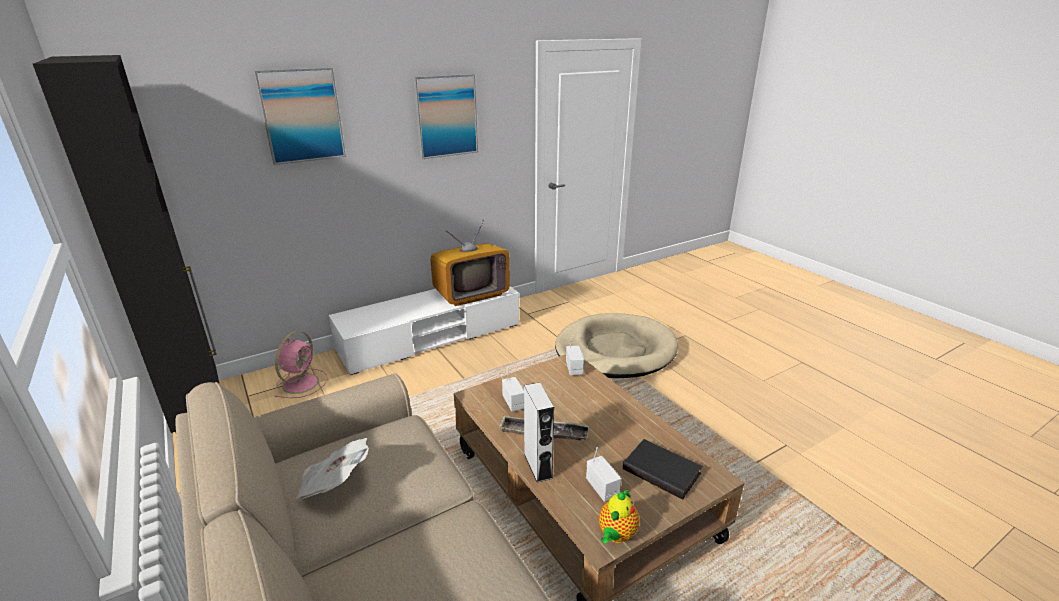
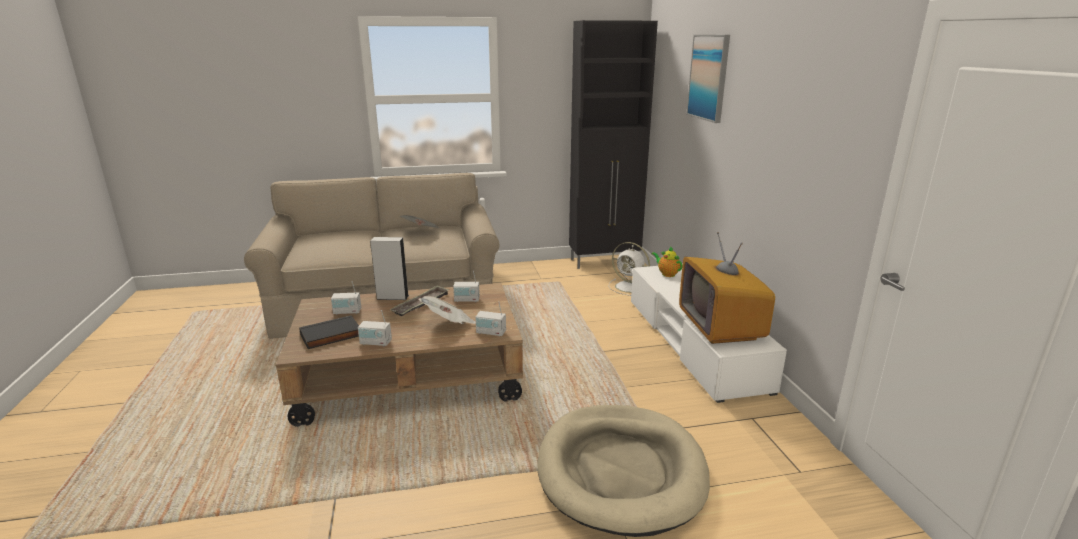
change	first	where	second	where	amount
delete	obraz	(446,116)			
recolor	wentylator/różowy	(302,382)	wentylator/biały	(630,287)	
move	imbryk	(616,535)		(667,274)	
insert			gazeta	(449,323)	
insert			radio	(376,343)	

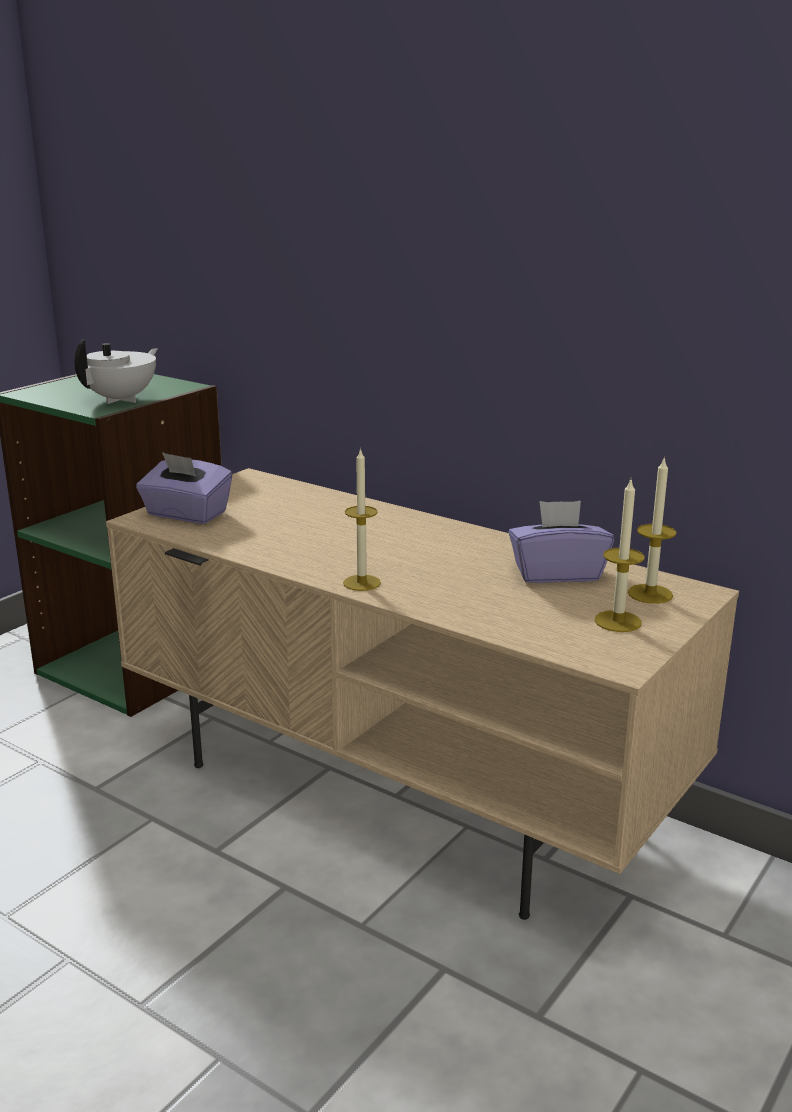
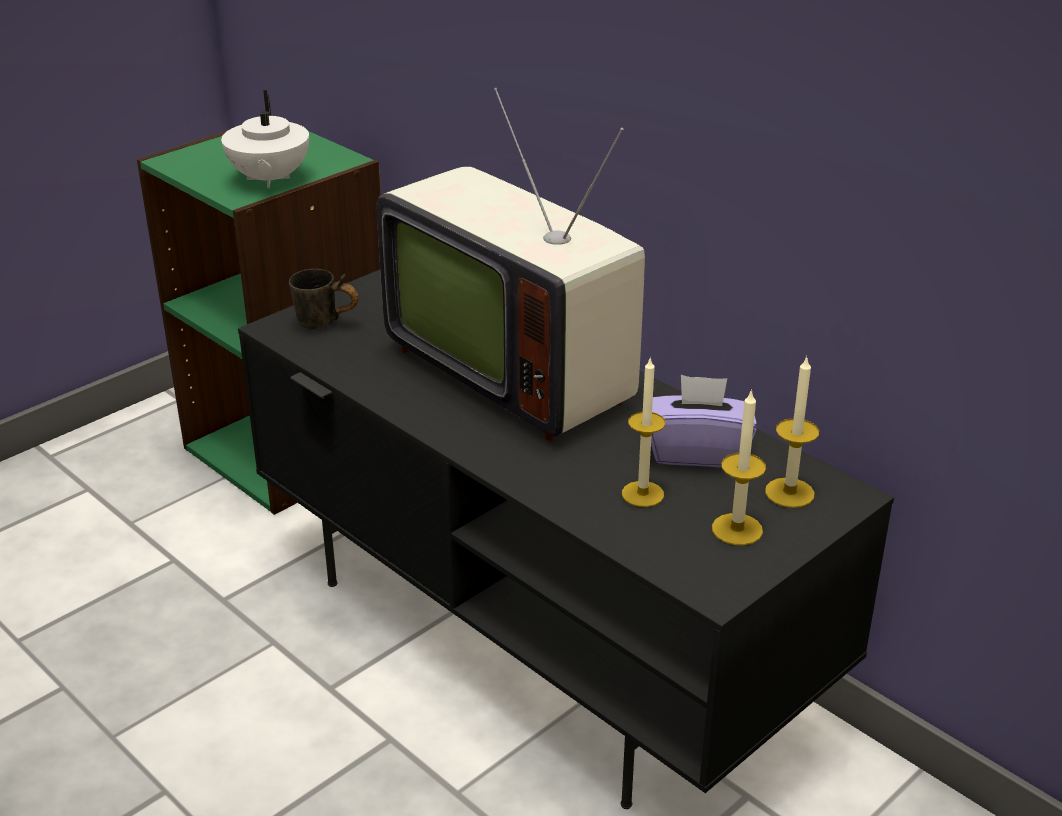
change	first	where	second	where	amount
rotate	imbryk/biały	(121,399)		(268,179)	135 degrees clockwise
move	świeca	(361,583)		(642,494)	
replace	pudełko chusteczek/fioletowy	(186,514)	kubek/szary	(324,325)	
recolor	szafka pod telewizor/beżowy	(402,790)	szafka pod telewizor/czarny	(539,638)	
insert			telewizor	(515,370)	

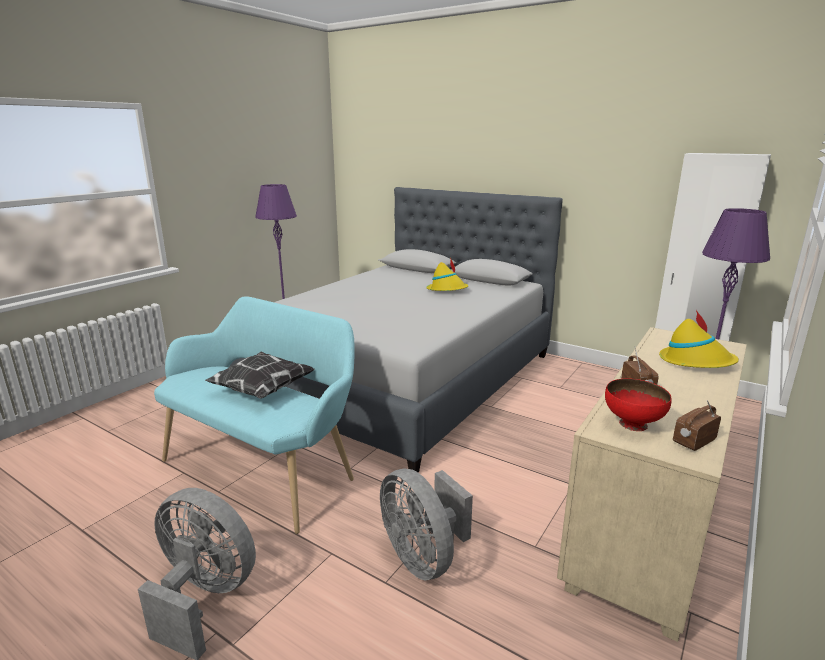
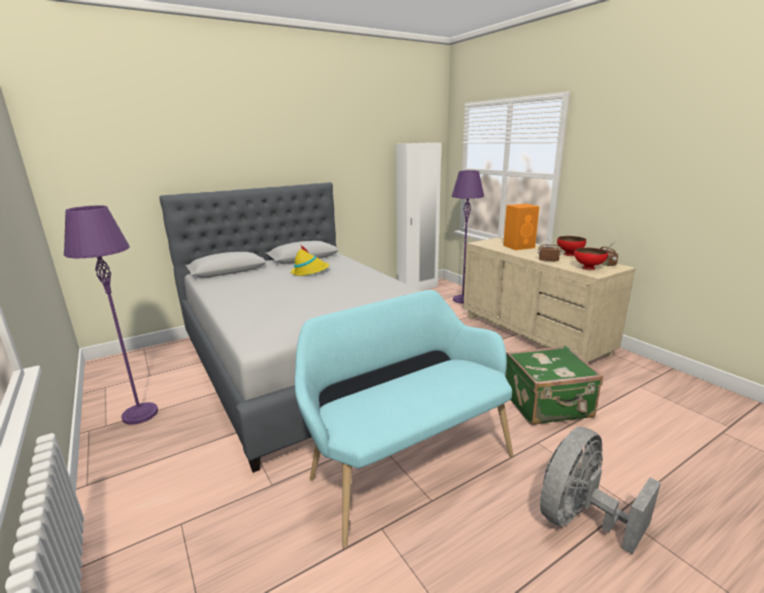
change	first	where	second	where	amount
replace	kapelusz/żółty	(696,362)	głośnik/pomarańczowy	(519,246)	
delete	poduszka	(262,390)			
replace	wentylator/szary	(423,557)	walizka/zielony	(548,405)	
insert			miska/czerwony	(569,254)	

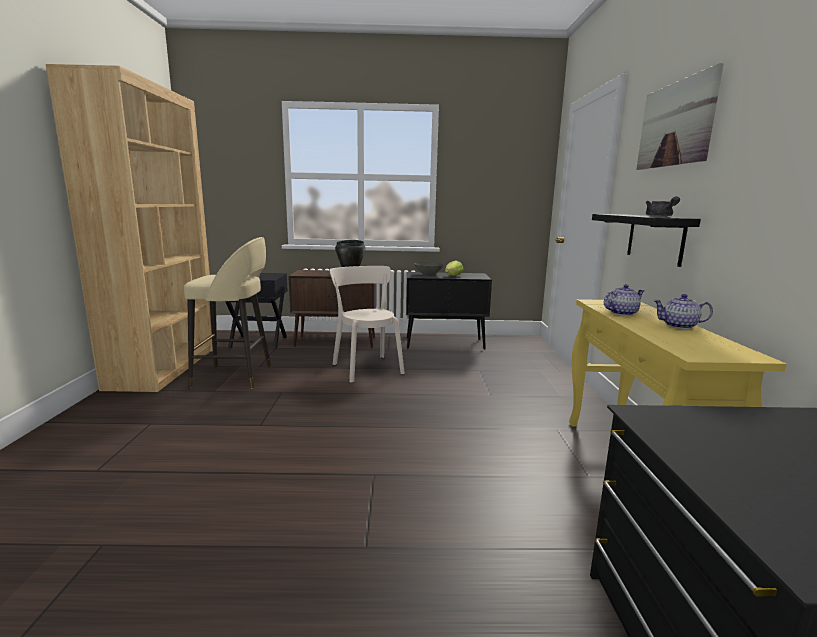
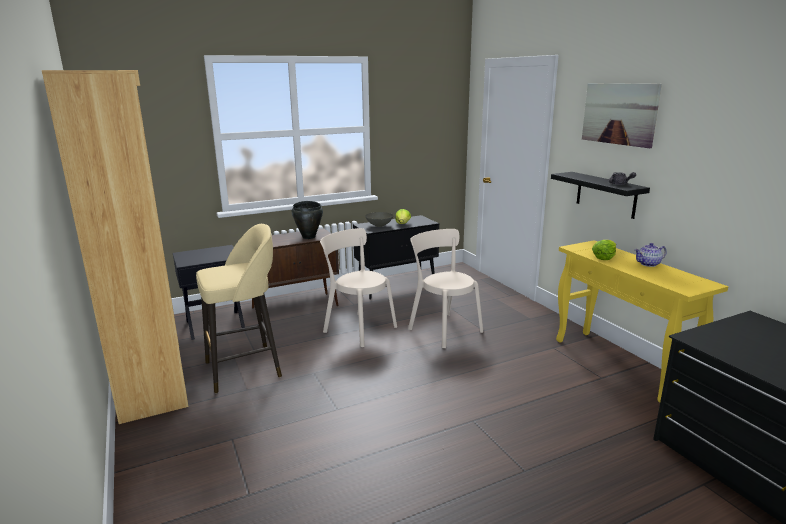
change	first	where	second	where	amount
replace	imbryk	(621,313)	sałata	(604,257)	
insert			krzesło/beżowy	(443,329)	

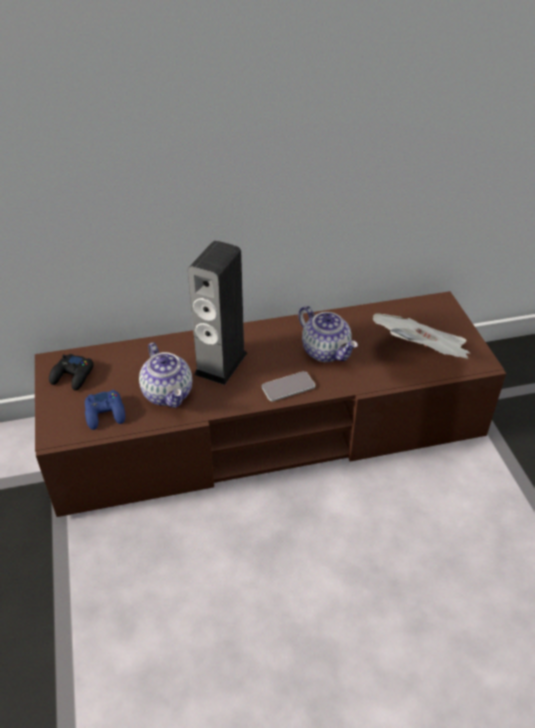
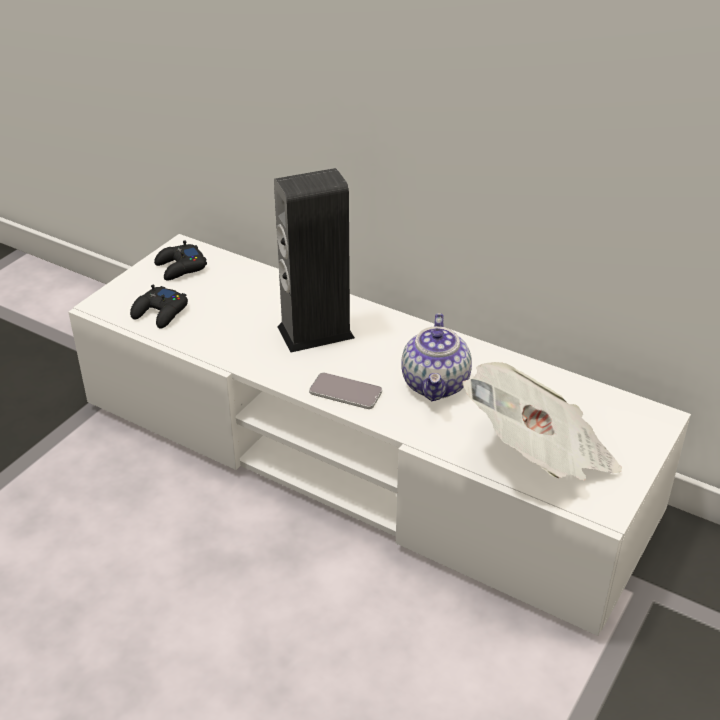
change	first	where	second	where	amount
recolor	szafka pod telewizor/brązowy	(267,430)	szafka pod telewizor/biały	(360,458)	
delete	imbryk	(168,394)			
recolor	pad do gier/niebieski	(105,413)	pad do gier/czarny	(160,313)	

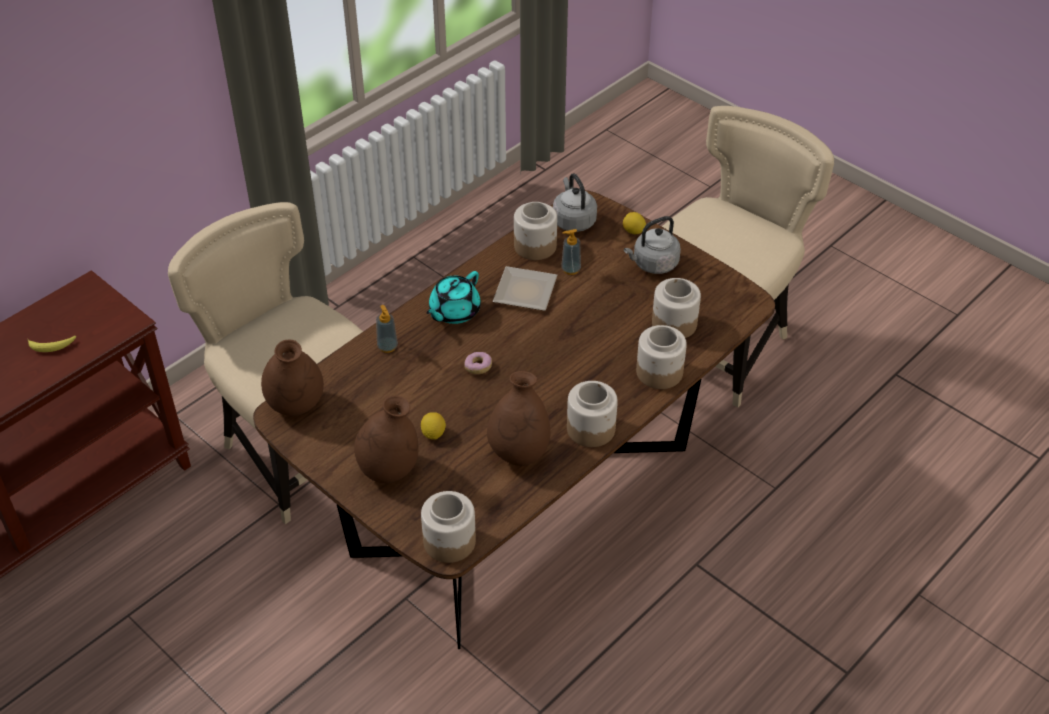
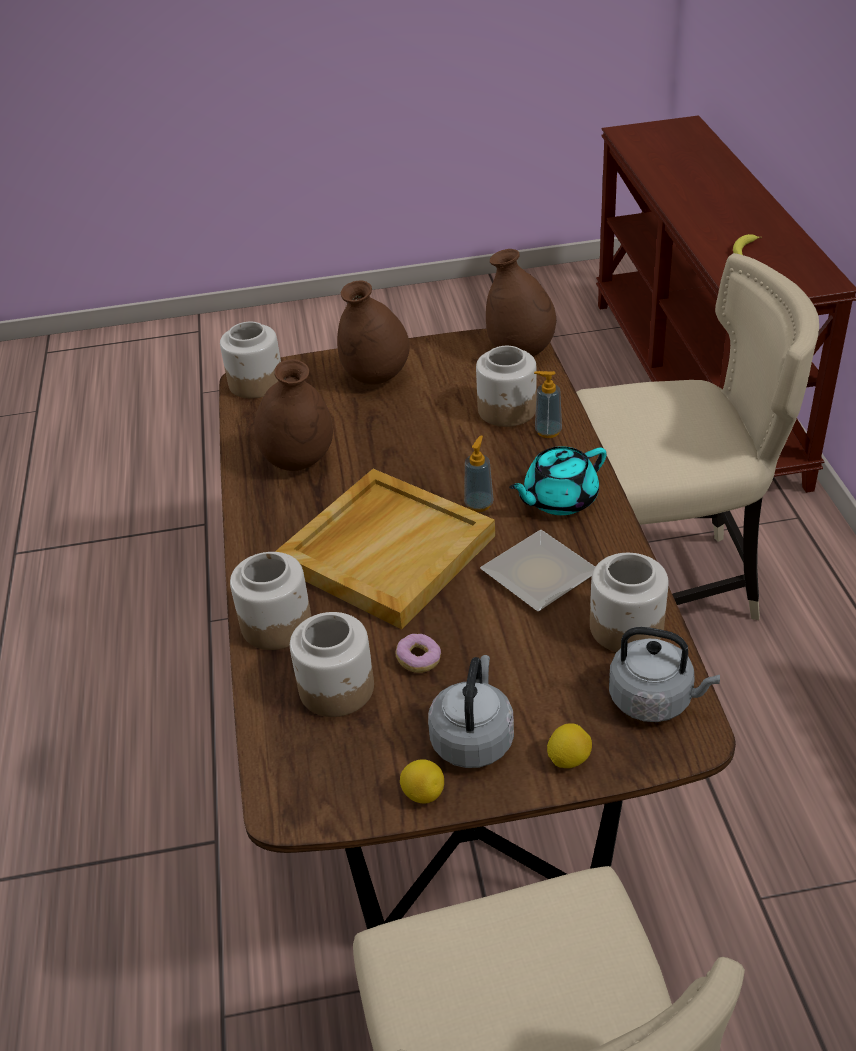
change	first	where	second	where	amount
move	dozownik mydła	(570,269)		(479,504)	
rotate	imbryk/turkusowy	(454,312)		(559,499)	105 degrees counterclockwise
move	donut	(478,367)		(419,660)	
move	słoik	(591,428)		(507,410)	
move	cytryna	(433,434)		(423,794)	
insert			taca/beżowy	(387,550)	

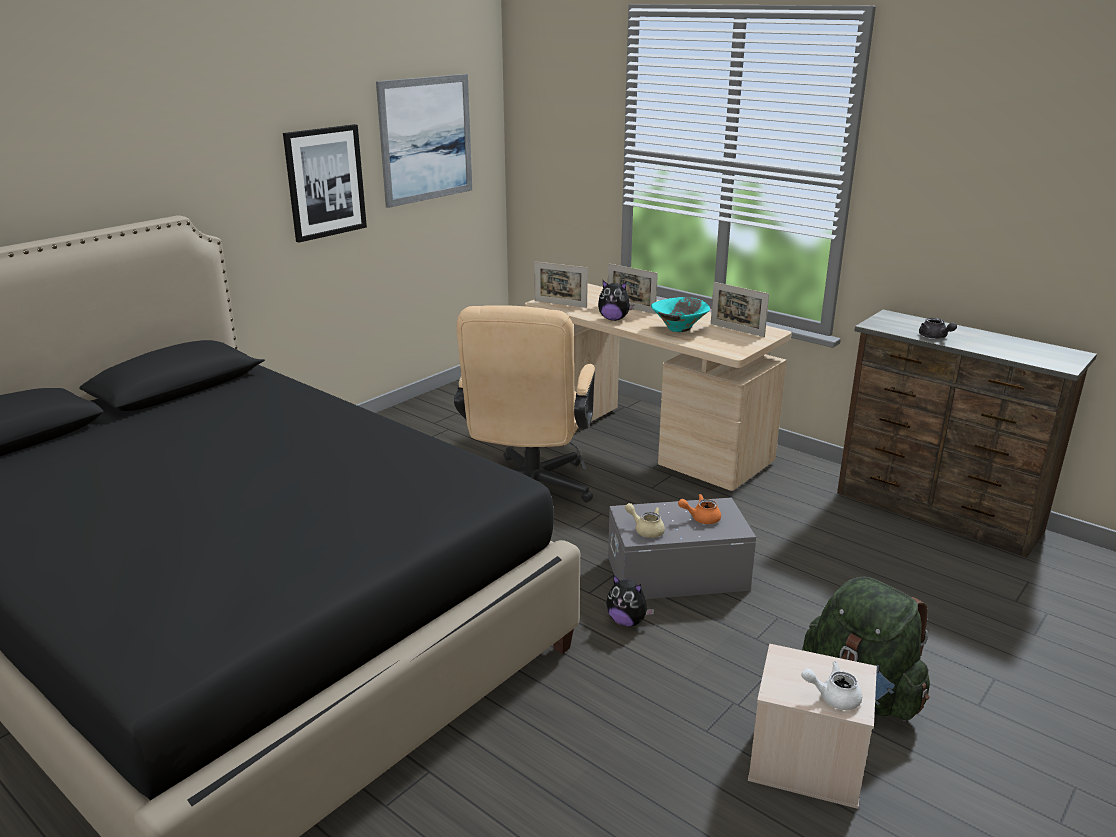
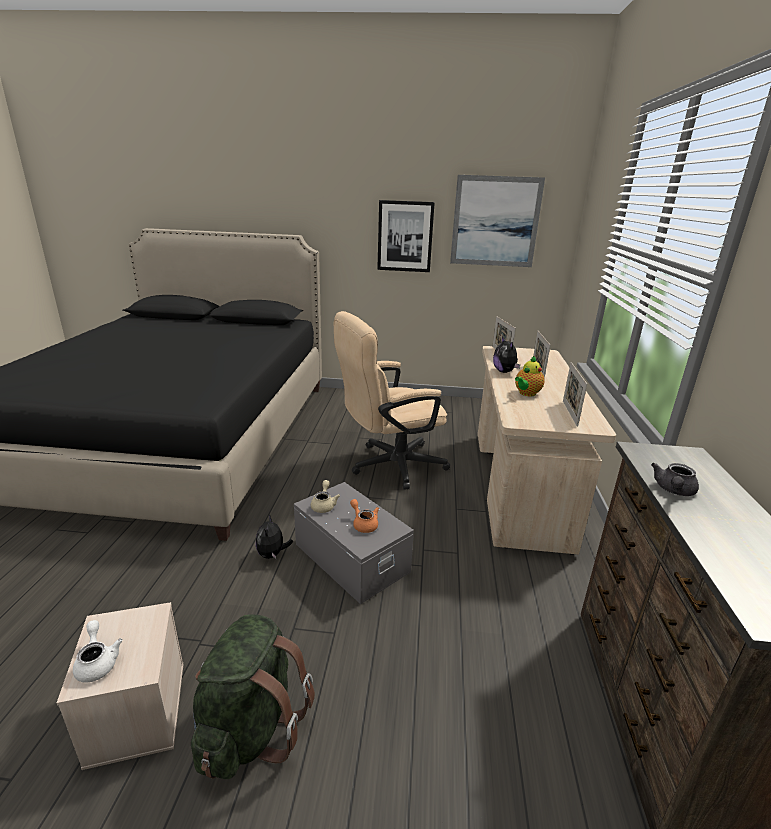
change	first	where	second	where	amount
replace	miska/turkusowy	(678,329)	imbryk	(526,393)	

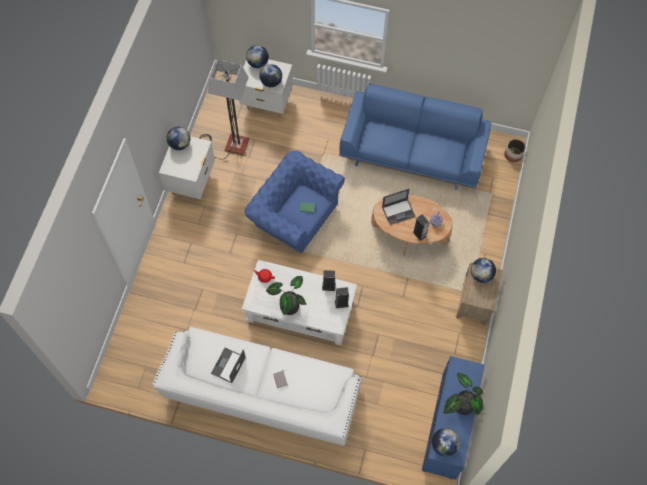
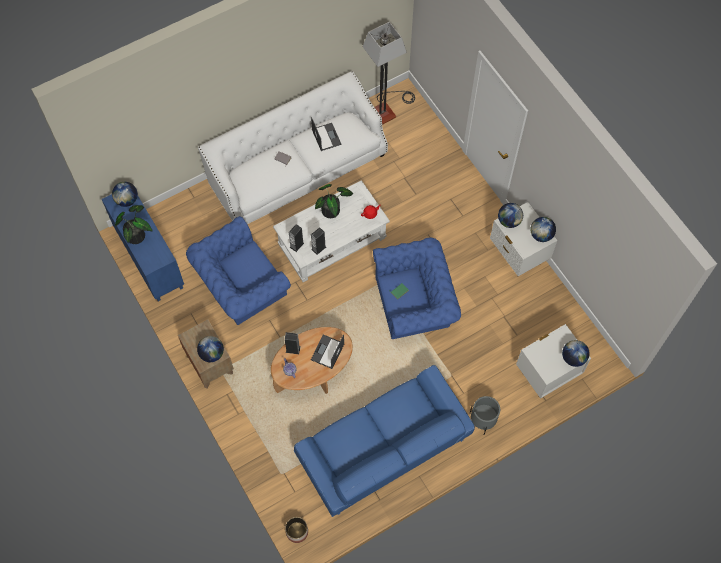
change	first	where	second	where	amount
move	lampa stojąca	(229,145)		(387,109)	
move	globus	(271,82)		(509,221)	
insert			fotel/niebieski	(241,288)	
insert			donica/szary	(483,420)	

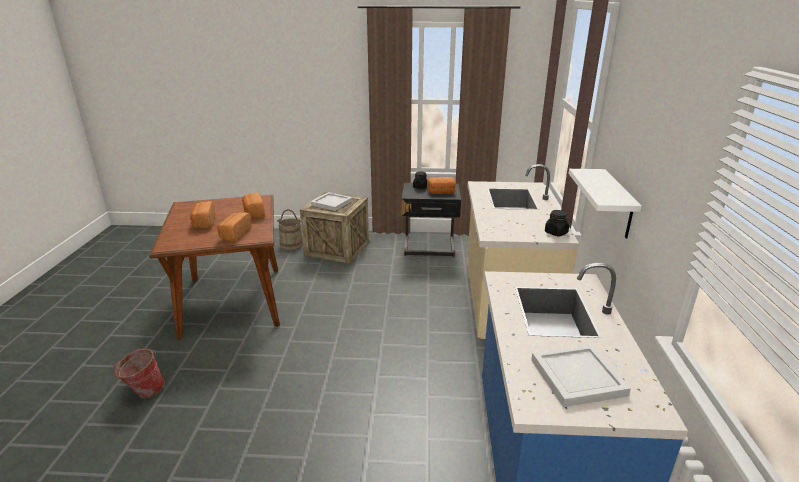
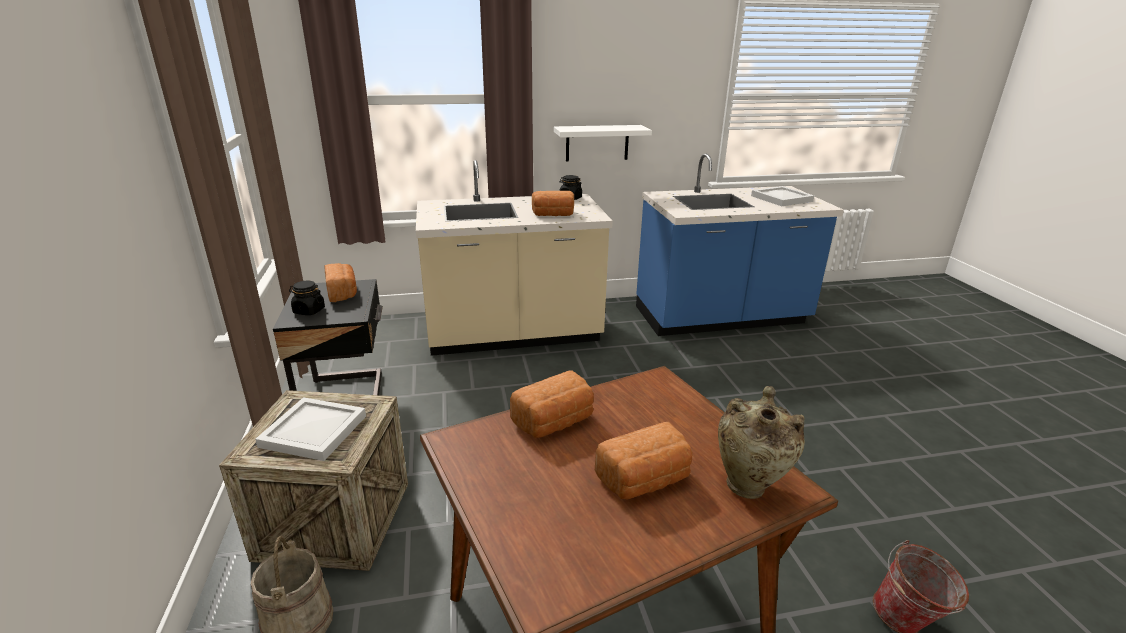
change	first	where	second	where	amount
move	chleb	(235,234)		(553,215)	
insert			wazon/beżowy	(749,485)	

